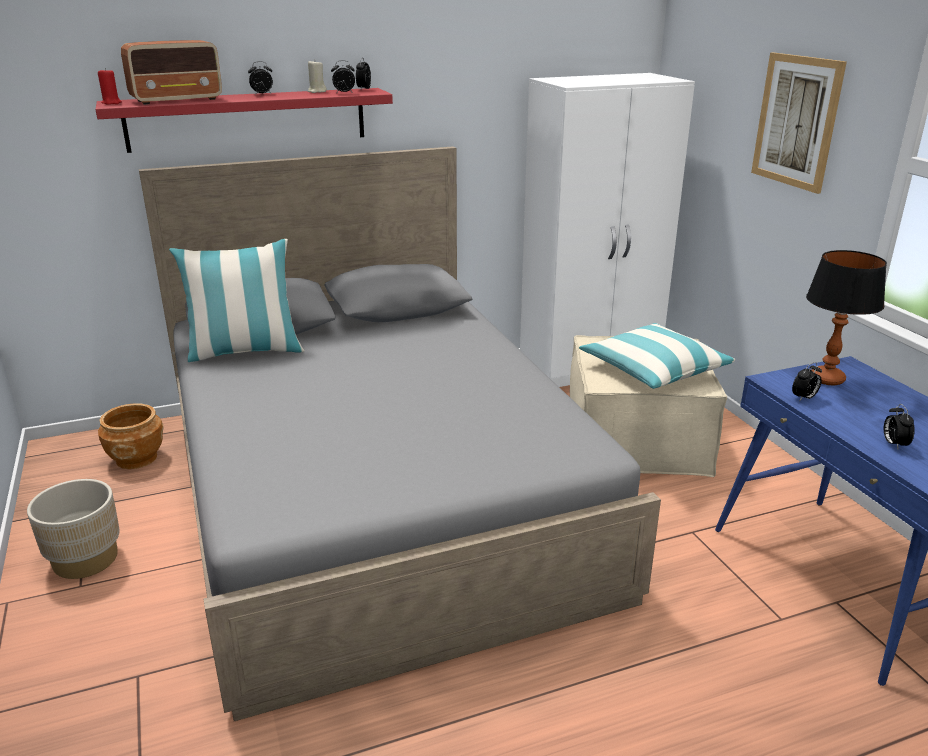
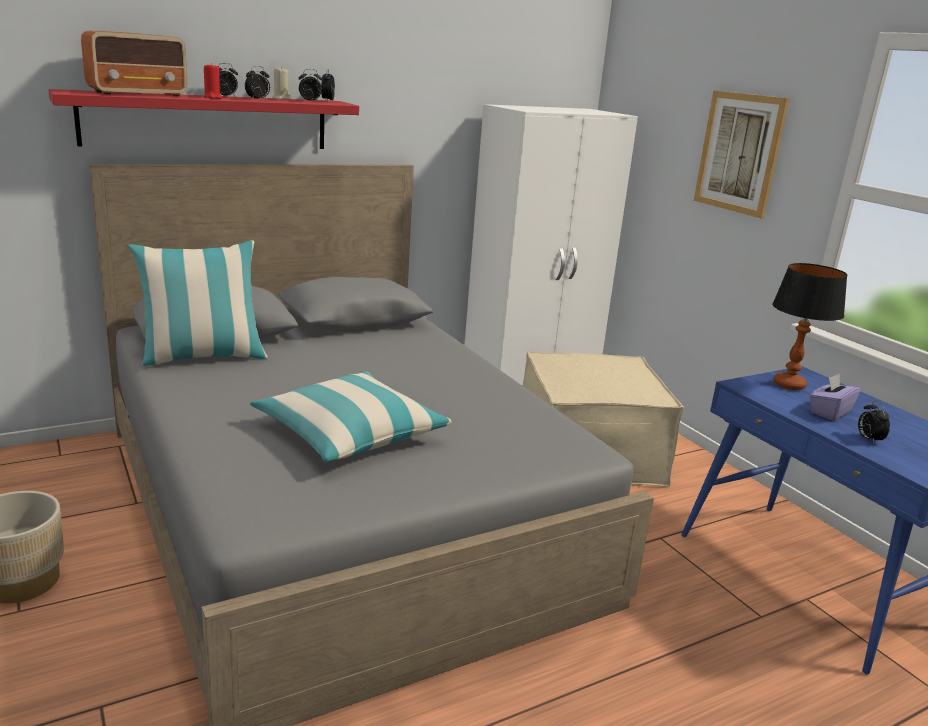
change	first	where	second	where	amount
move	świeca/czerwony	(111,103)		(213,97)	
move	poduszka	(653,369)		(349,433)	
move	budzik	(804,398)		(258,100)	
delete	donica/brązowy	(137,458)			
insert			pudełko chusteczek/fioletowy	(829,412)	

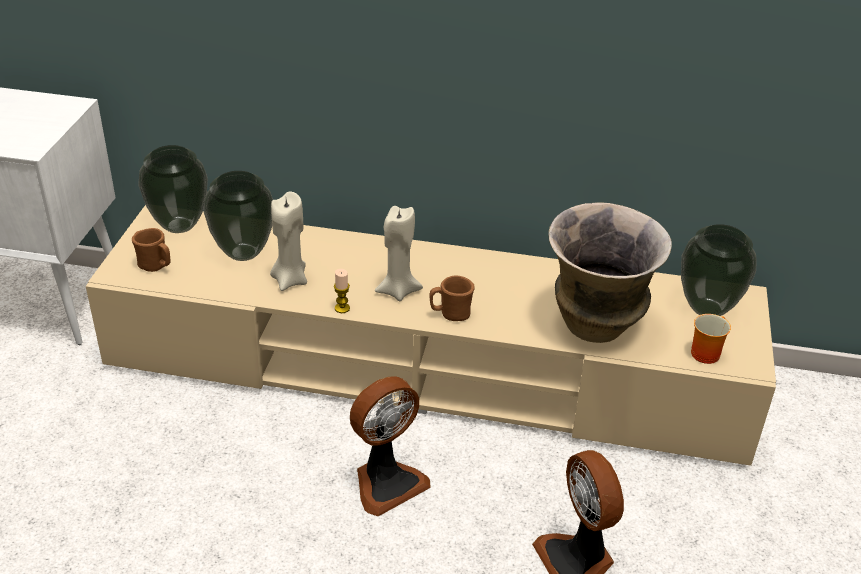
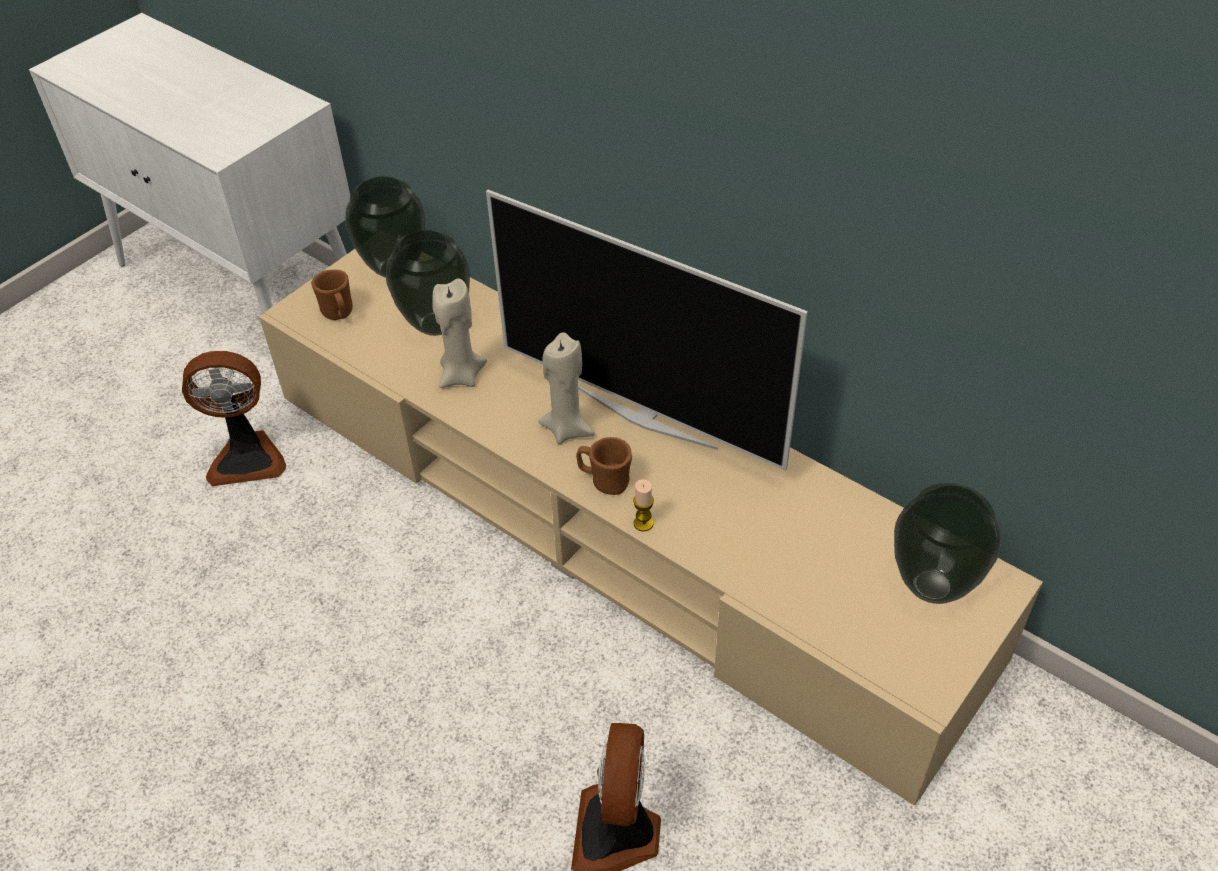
change	first	where	second	where	amount
delete	wazon	(596,328)			
move	świeca	(342,308)		(643,523)	
delete	kubek	(704,351)			
move	wentylator	(386,482)		(247,457)	
insert			telewizor	(646,415)	

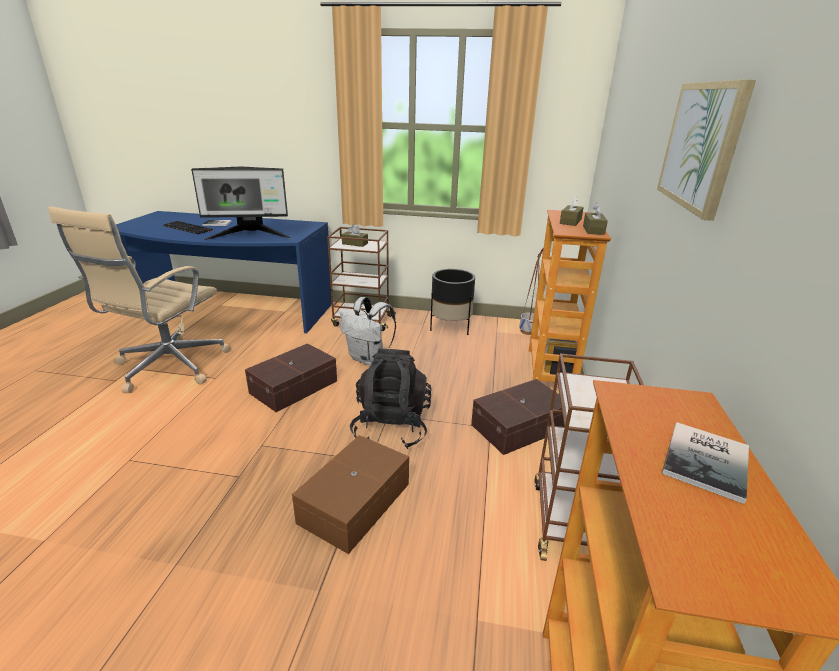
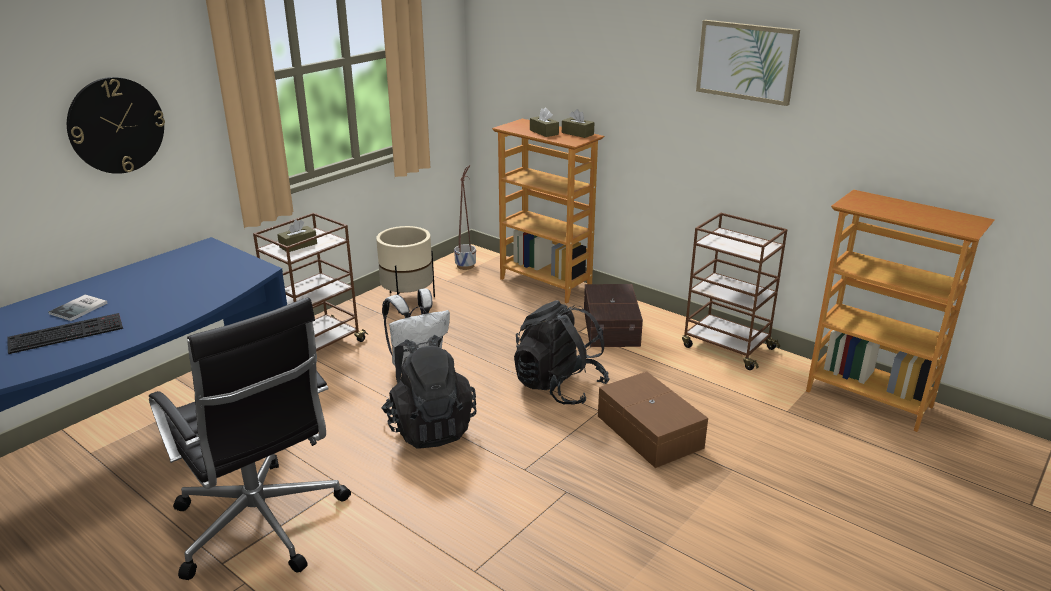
change	first	where	second	where	amount
delete	monitor	(249,236)			
recolor	krzesło biurowe/beżowy	(168,367)	krzesło biurowe/czarny	(261,525)	
recolor	donica/czarny	(450,328)	donica/beżowy	(408,300)	
replace	pojemnik do przechowywania/brązowy	(295,387)	plecak/czarny	(429,427)	
delete	książka	(709,461)			
insert			zegar ścienny	(116,125)	

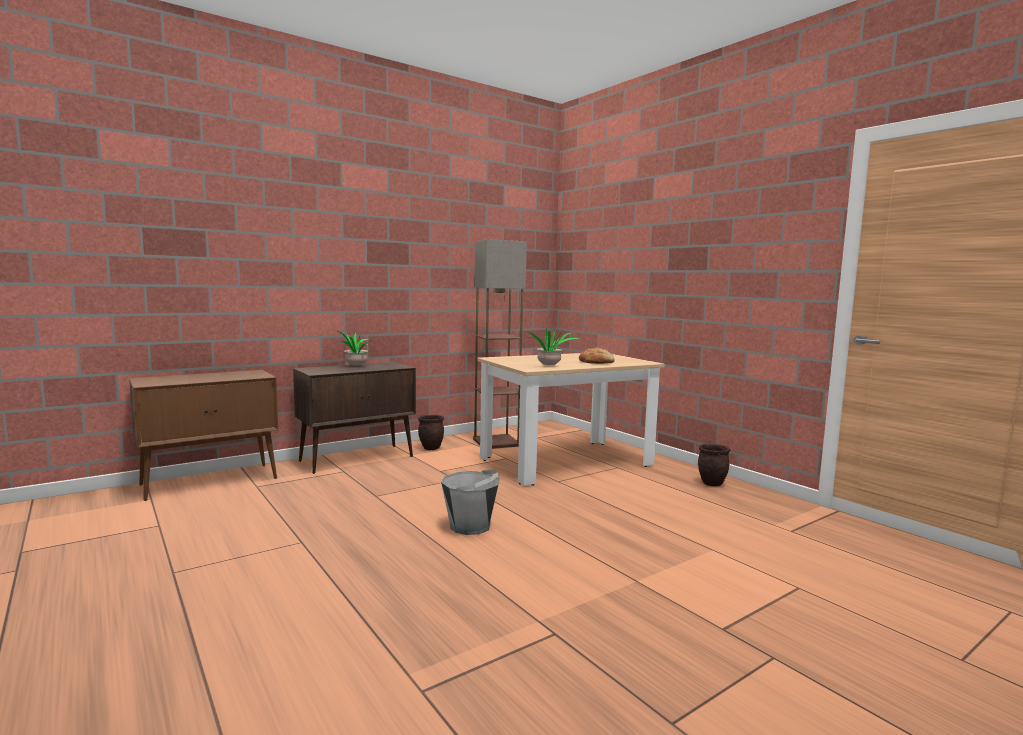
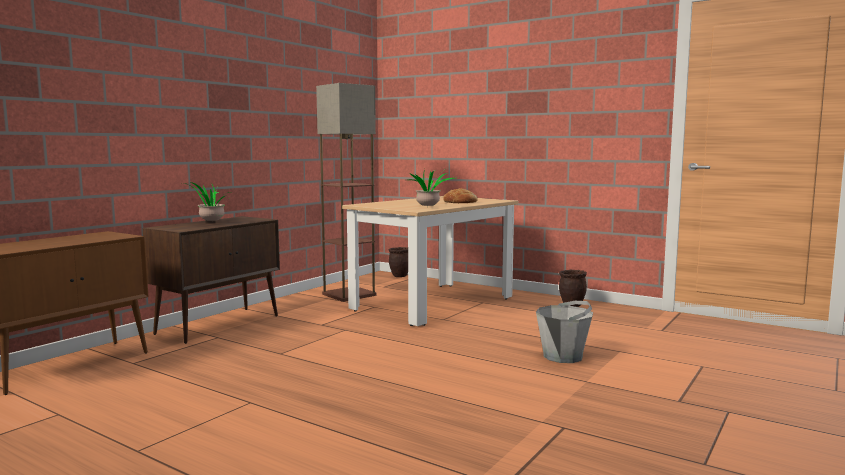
change	first	where	second	where	amount
move	donica/brązowy	(431,448)		(399,276)	
move	wiadro/szary	(470,526)		(563,356)	

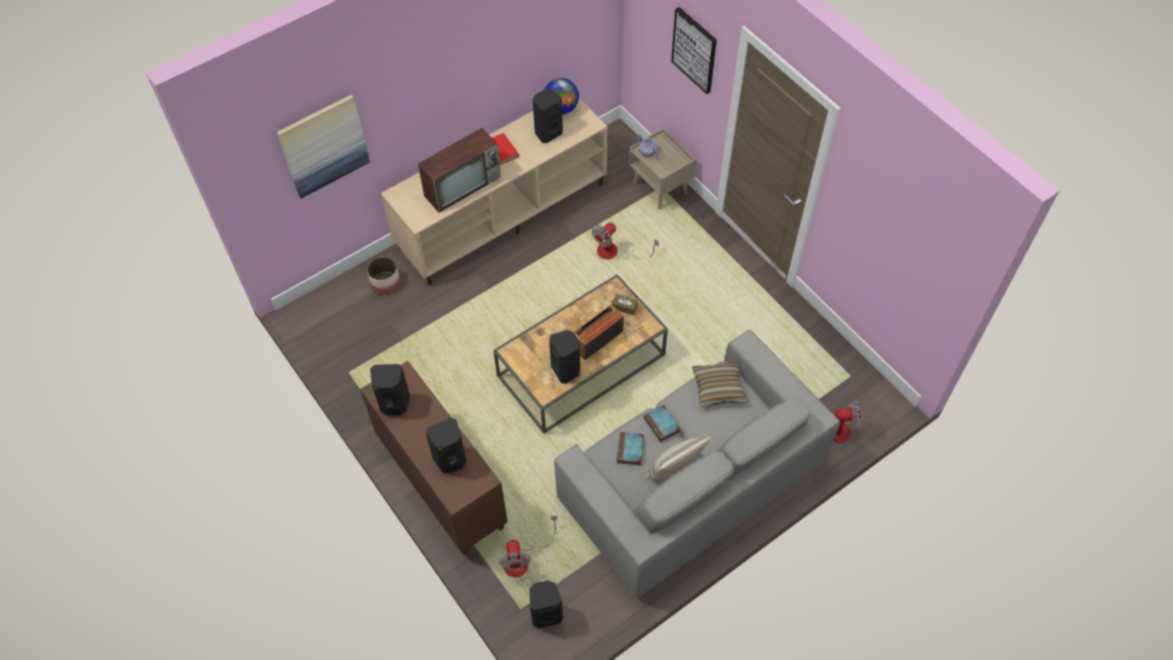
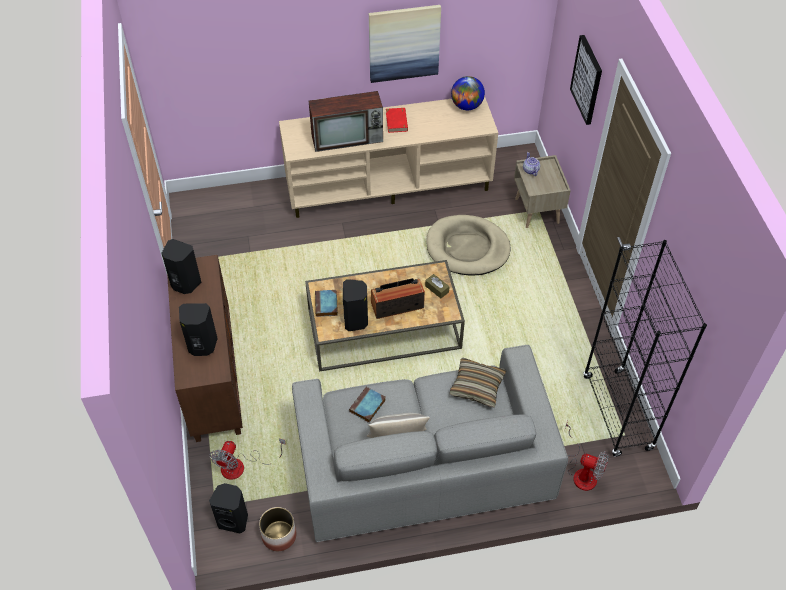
change	first	where	second	where	amount
delete	głośnik/czarny	(548,132)			
move	obraz	(324,145)		(404,43)	
replace	wentylator	(615,252)	legowisko/beżowy	(467,248)	
move	donica	(385,283)		(279,536)	
move	książka	(662,425)		(326,305)	
insert			regał/czarny	(617,413)	

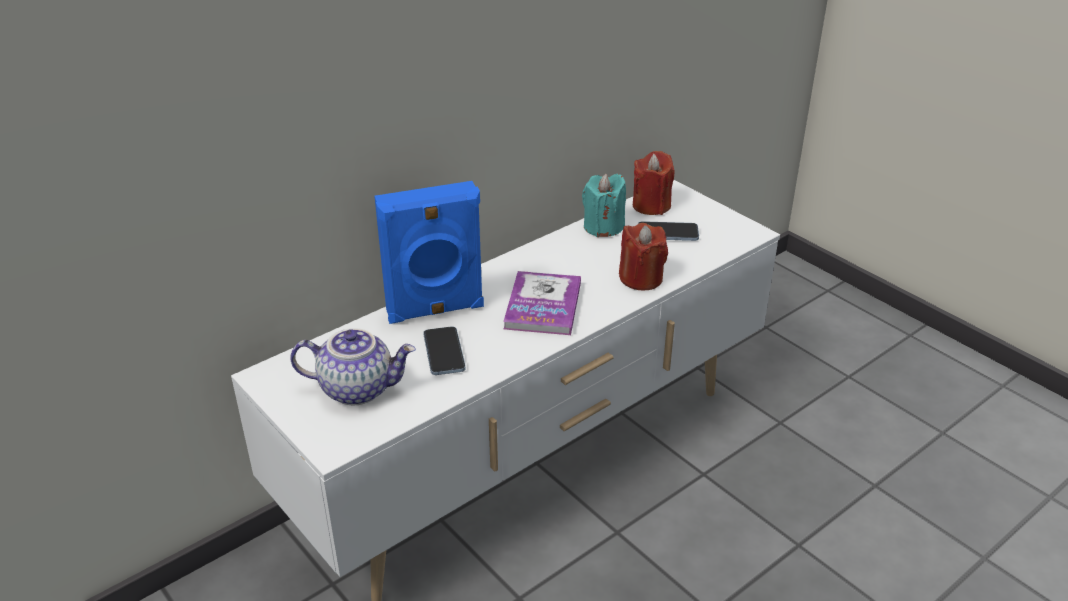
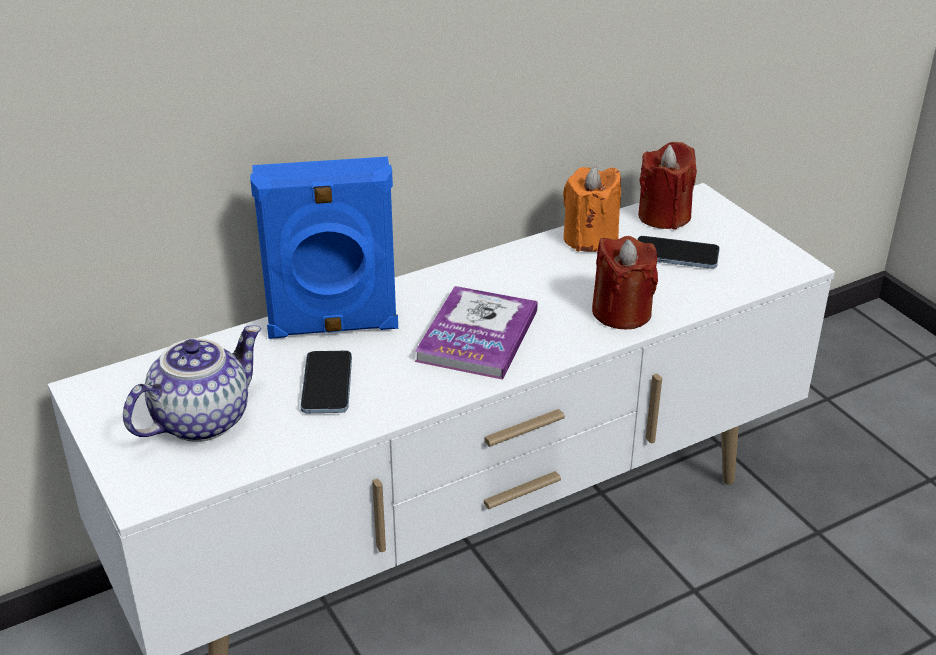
change	first	where	second	where	amount
recolor	świeca/turkusowy	(603,227)	świeca/pomarańczowy	(590,238)	
rotate	imbryk	(358,388)		(201,419)	60 degrees counterclockwise

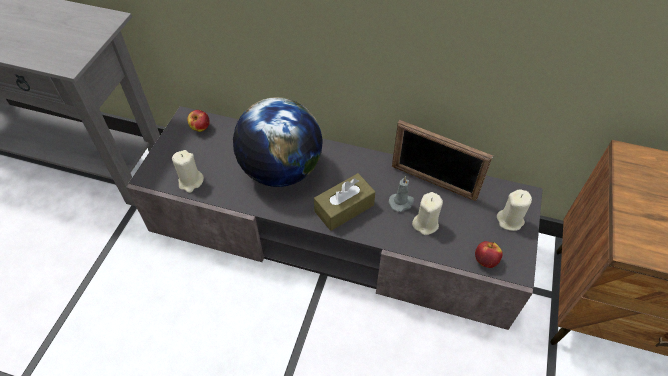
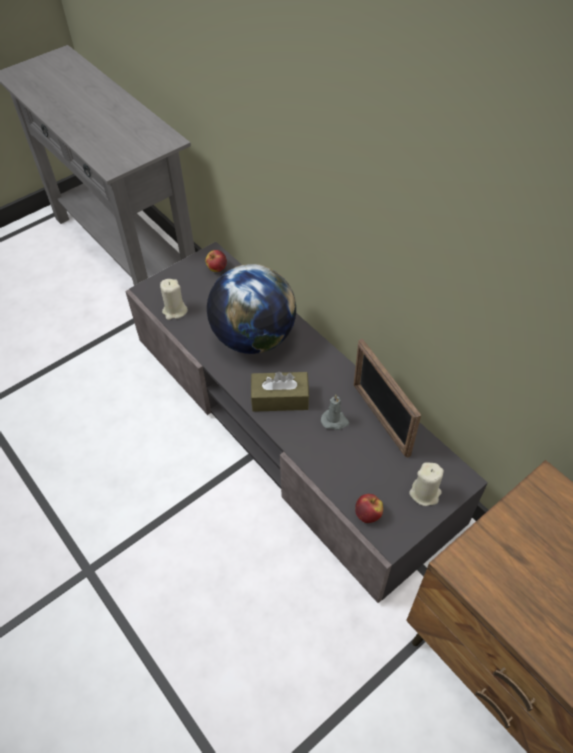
change	first	where	second	where	amount
delete	świeca/beżowy	(425,223)			

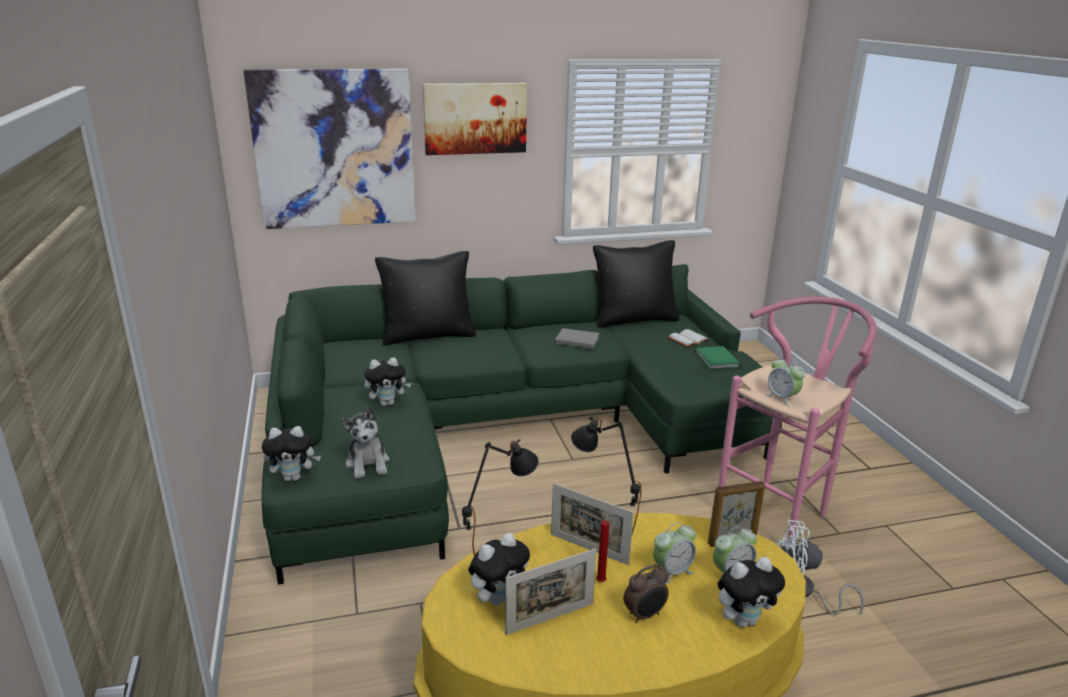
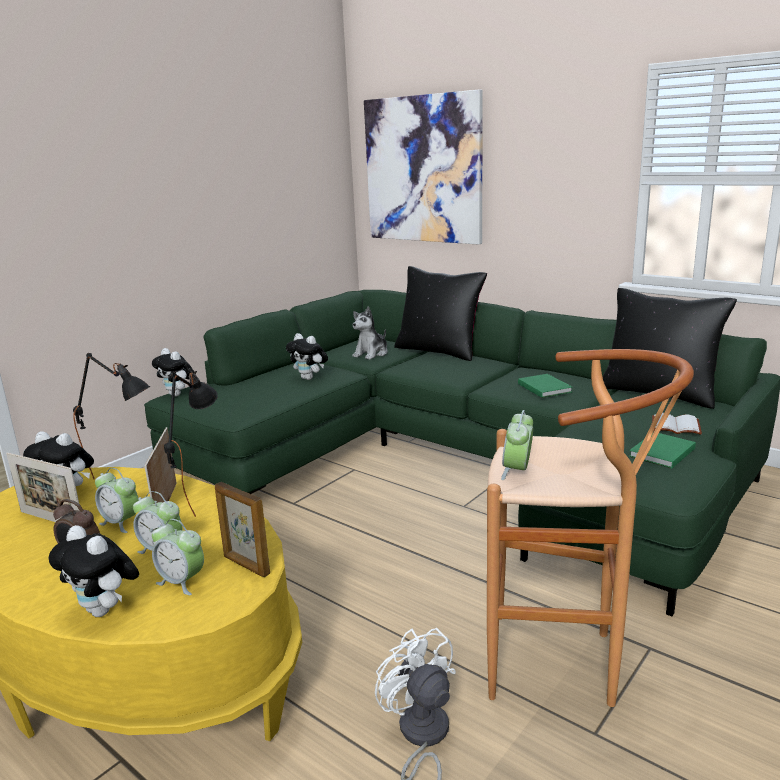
change	first	where	second	where	amount
delete	obraz	(475,118)			
recolor	stołek/różowy	(778,511)	stołek/brązowy	(566,663)	
recolor	książka/szary	(576,340)	książka/zielony	(544,387)	
move	pluszak	(368,463)		(371,354)	
replace	świeca/czerwony	(600,580)	budzik	(121,523)	

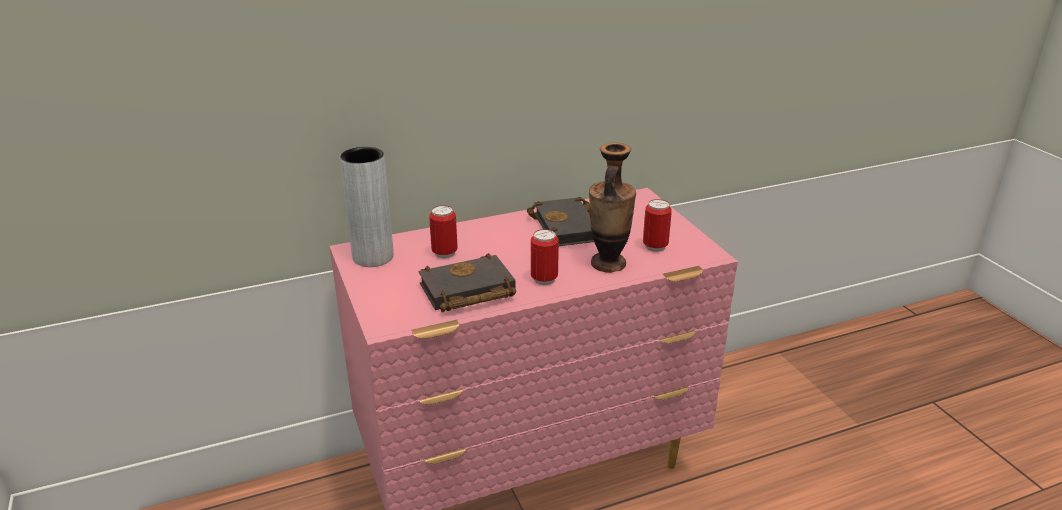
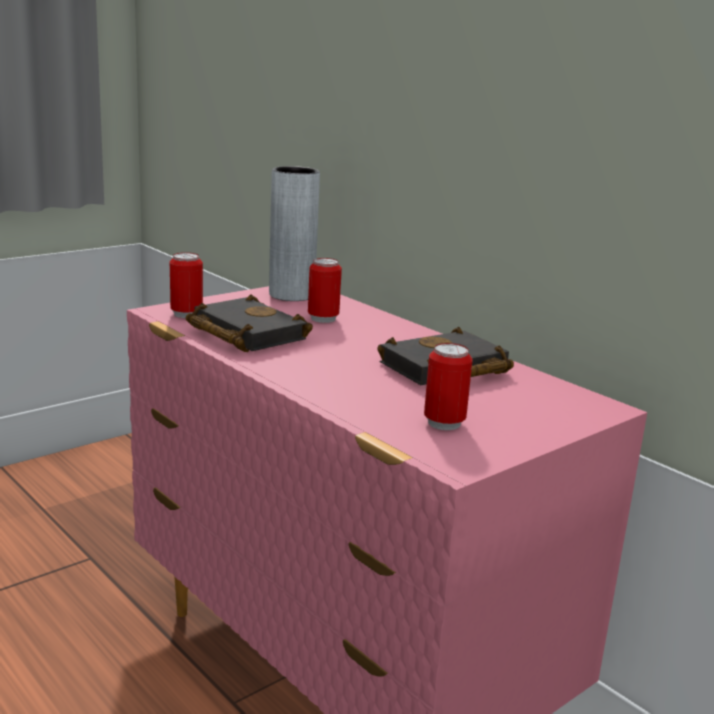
change	first	where	second	where	amount
delete	wazon	(608,264)			
move	puszka	(544,279)		(186,314)	

